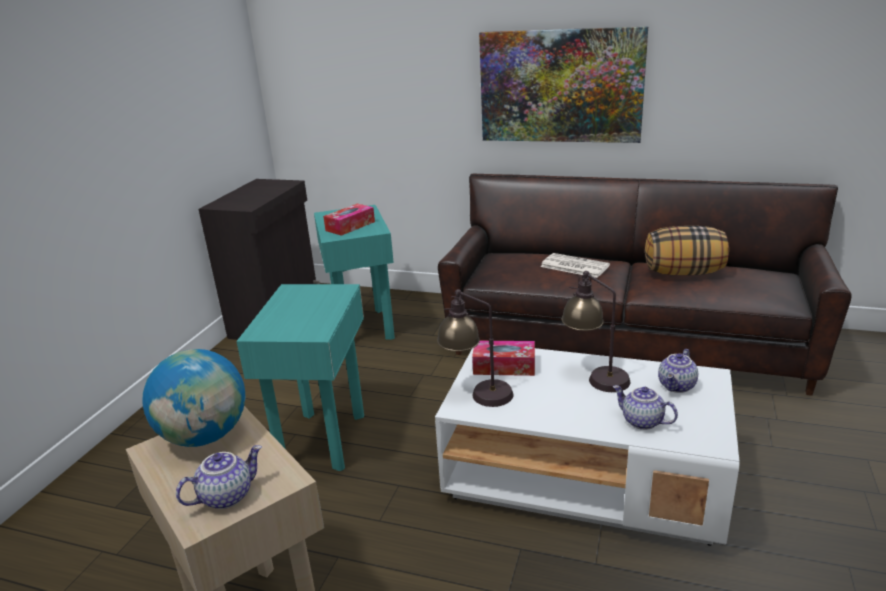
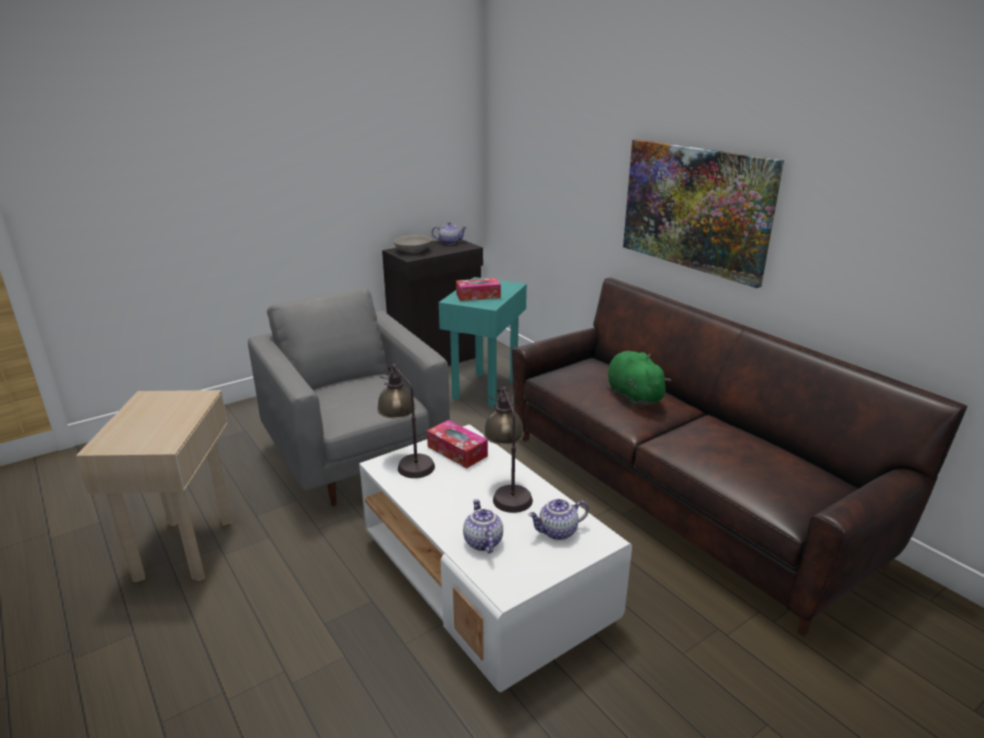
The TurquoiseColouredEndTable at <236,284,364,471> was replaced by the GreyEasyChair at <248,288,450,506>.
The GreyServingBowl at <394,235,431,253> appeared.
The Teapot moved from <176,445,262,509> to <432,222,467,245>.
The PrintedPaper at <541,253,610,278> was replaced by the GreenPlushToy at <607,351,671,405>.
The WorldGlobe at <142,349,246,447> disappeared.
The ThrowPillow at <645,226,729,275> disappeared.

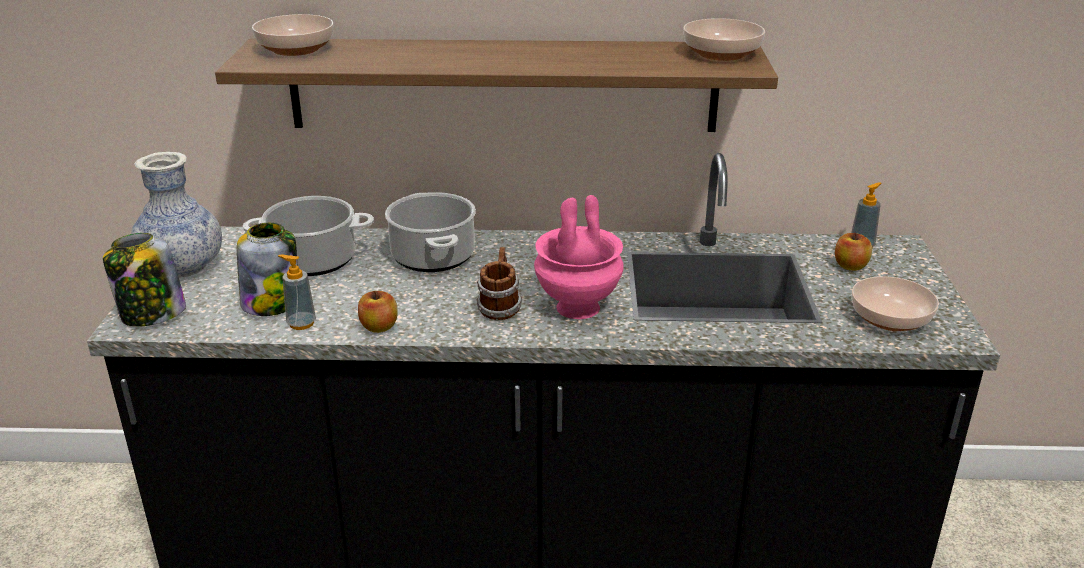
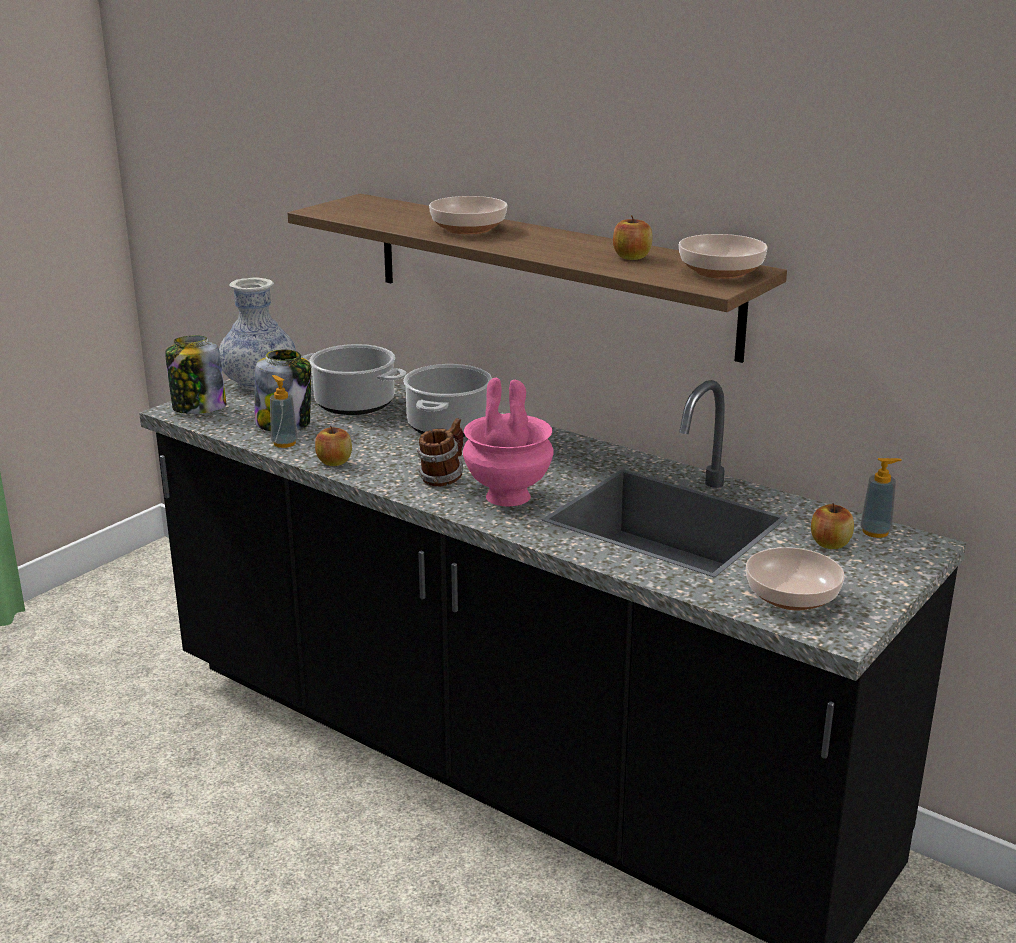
The ServingBowl moved from <252,14,333,56> to <429,196,507,234>.
The Apple at <613,215,652,260> appeared.

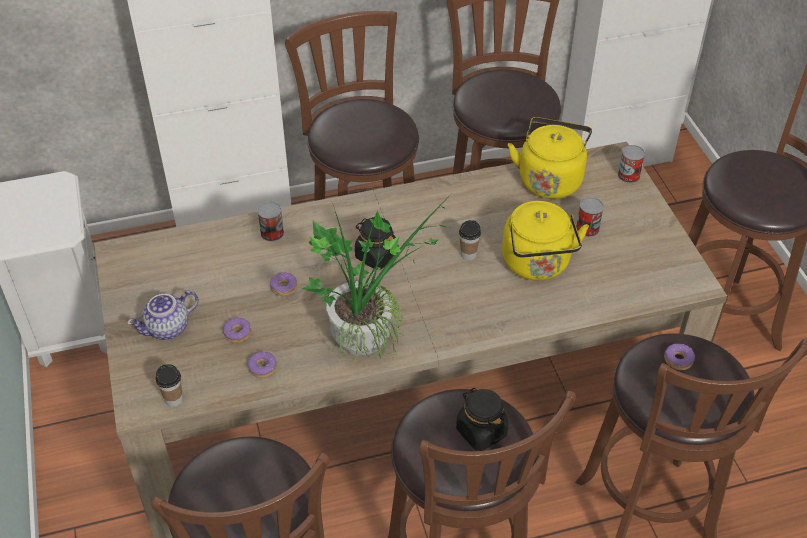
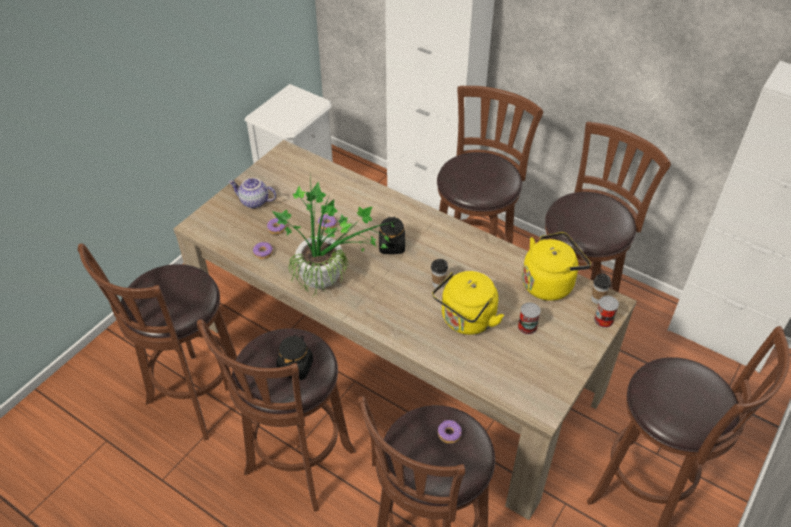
The DrinkingCup moved from <156,364,183,407> to <592,273,611,304>.
The MetalCan at <257,202,284,242> disappeared.

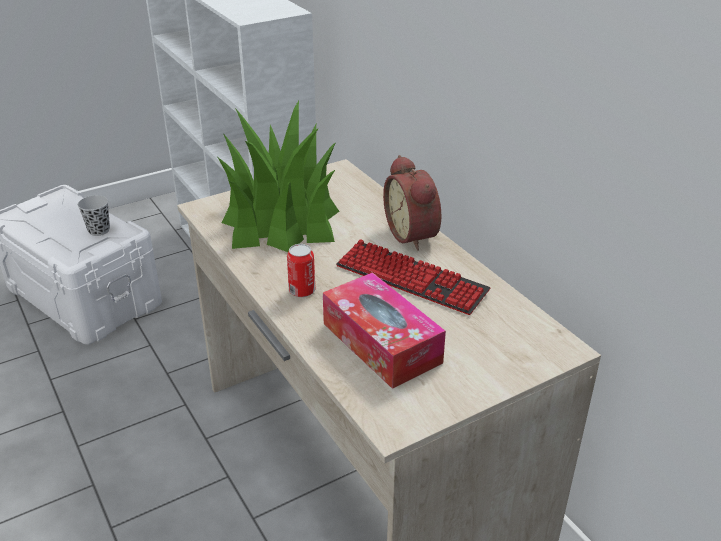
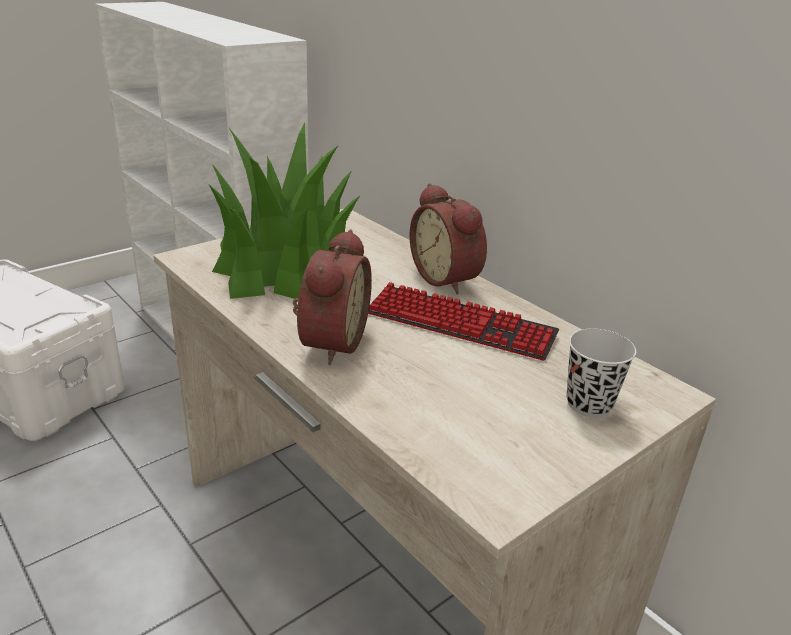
The MetalCan at <287,244,315,297> was replaced by the AlarmClock at <293,229,372,365>.
The BlackishDrinkingCup moved from <78,195,110,236> to <567,329,636,418>.
The TissueBox at <323,272,446,389> disappeared.

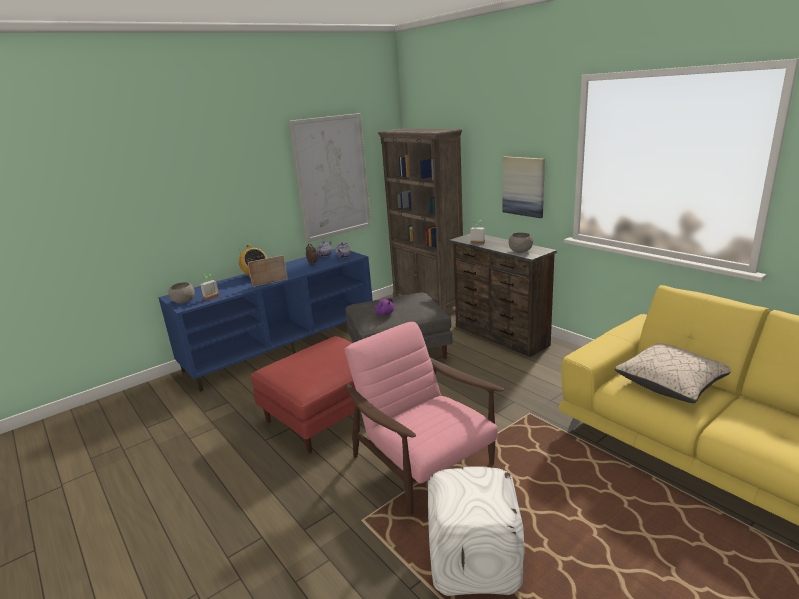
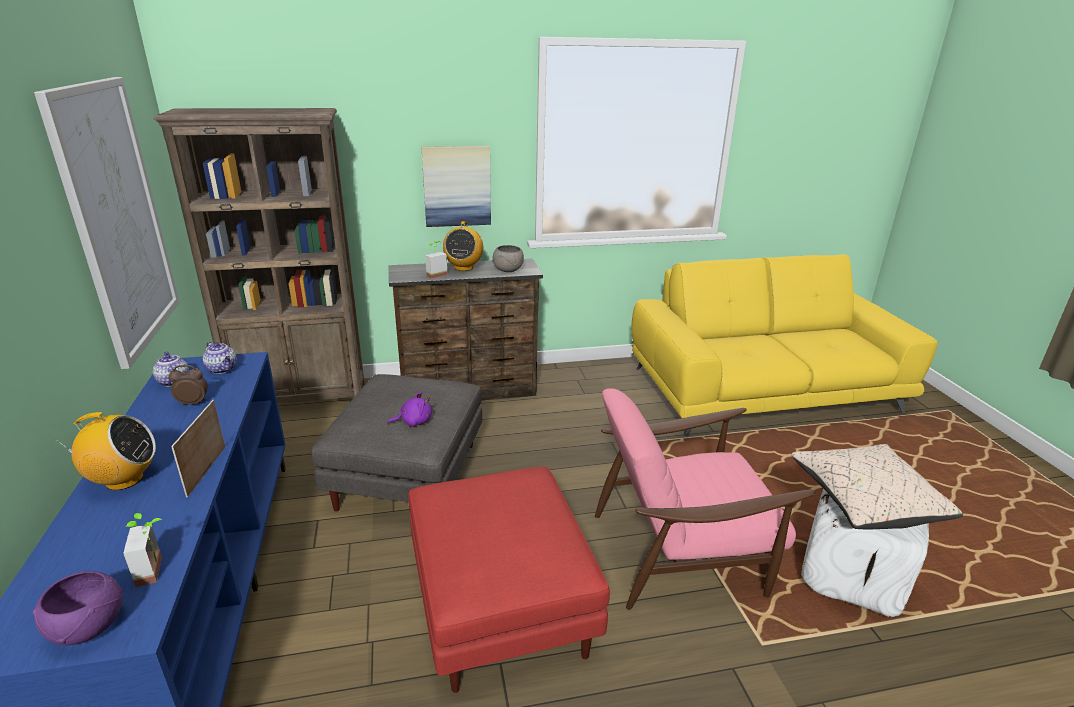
The GreyServingBowl at <168,282,195,304> became the PurpleColouredServingBowl at <33,571,123,645>.
The RadioSet at <443,221,483,271> appeared.
The SandColouredThrowPillow moved from <615,343,731,403> to <792,444,963,529>.

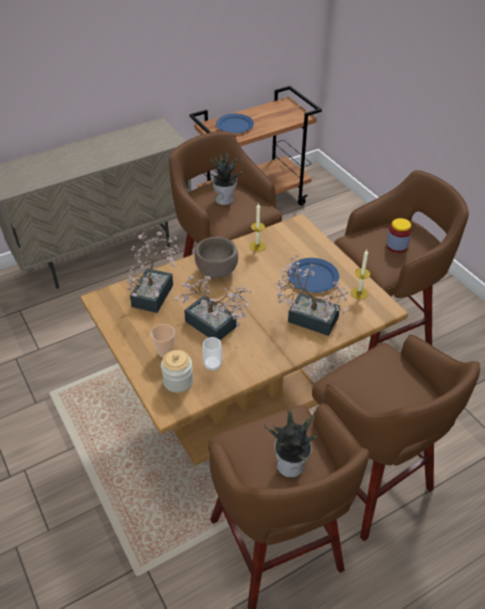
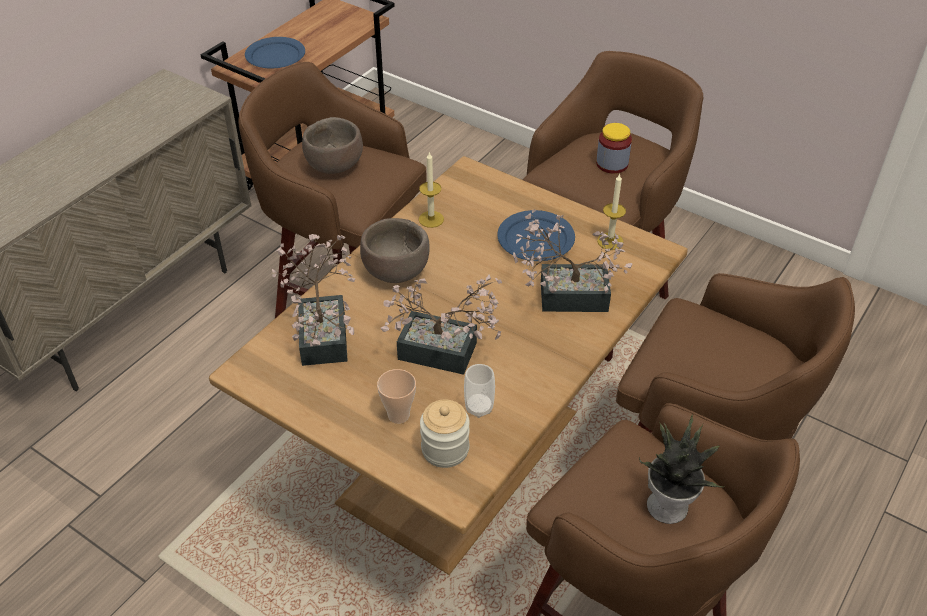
The PlantInAPot at <209,152,245,205> was replaced by the BrownColouredServingBowl at <302,117,363,174>.

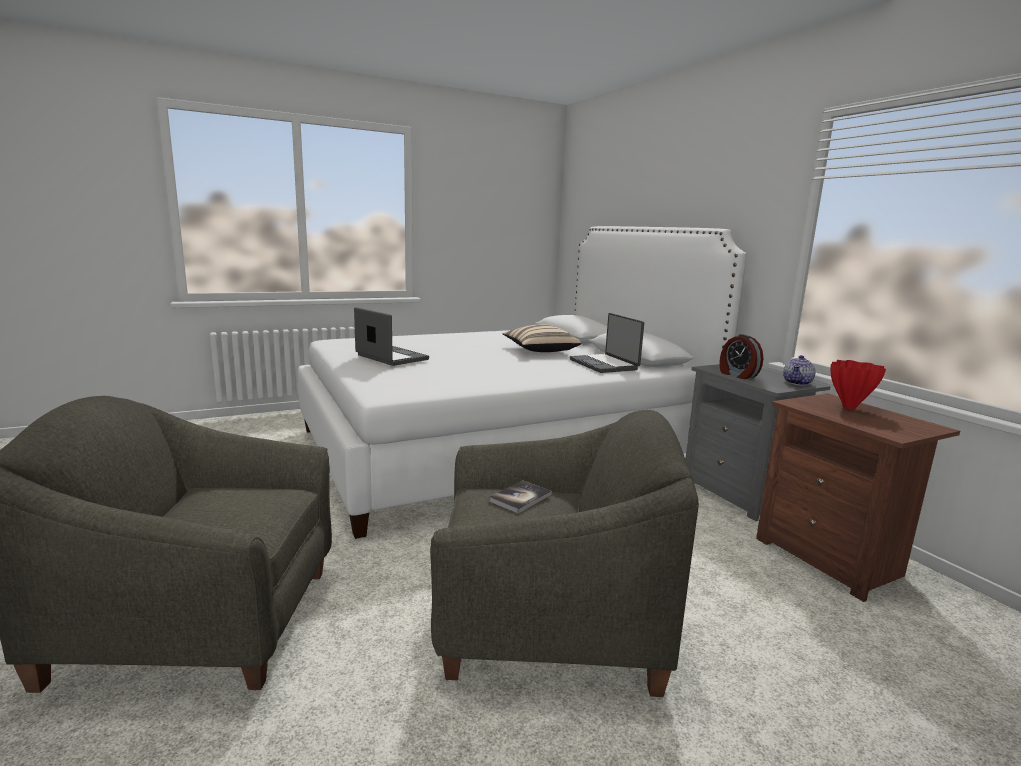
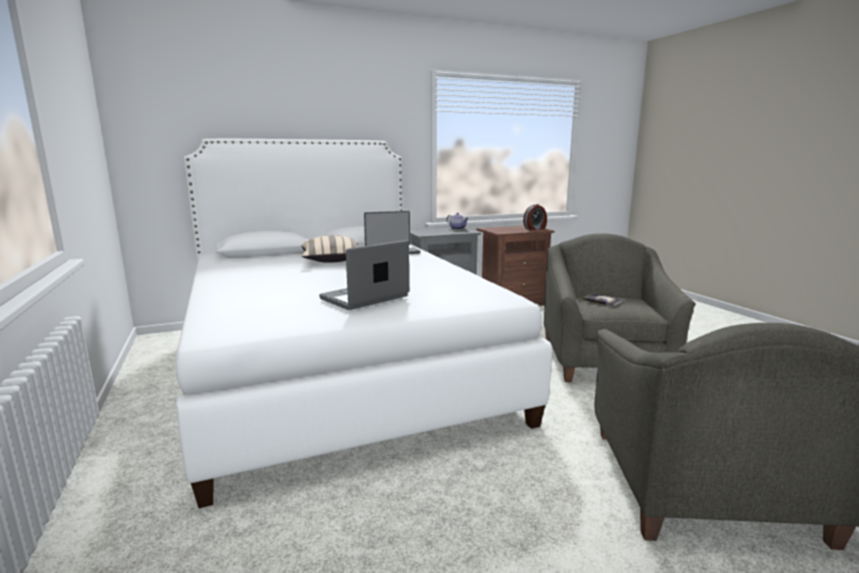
The AlarmClock moved from <719,334,763,379> to <523,204,547,230>.
The ReddishVase at <831,360,886,410> disappeared.

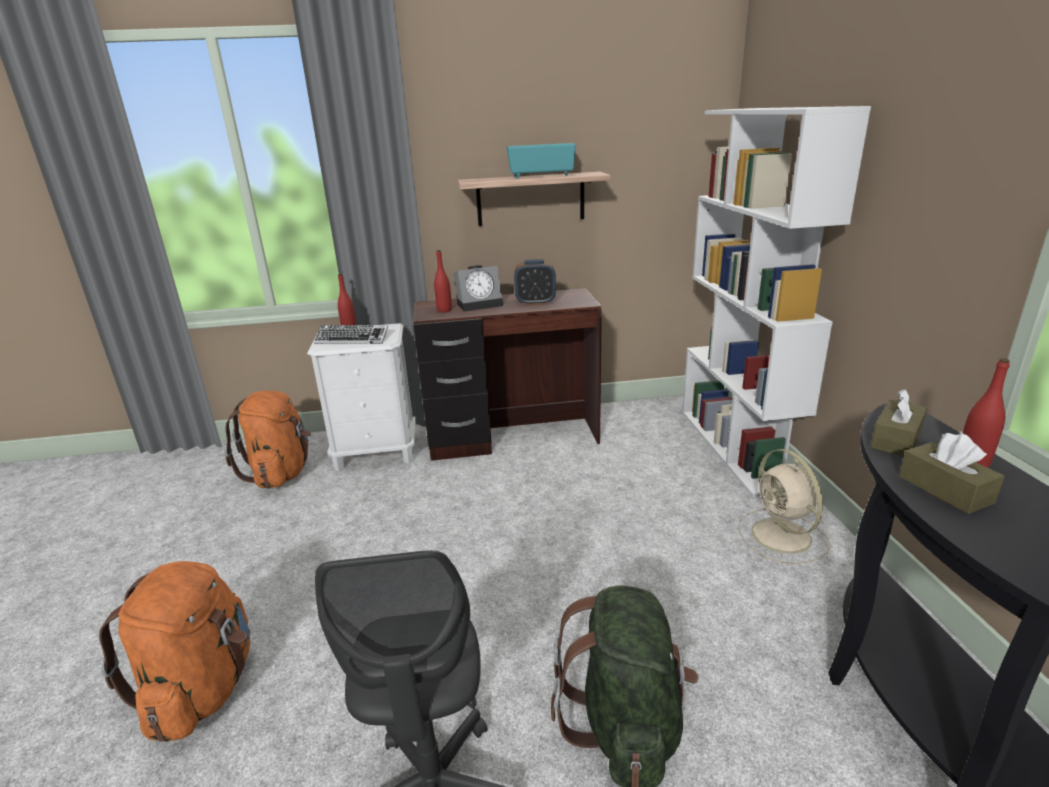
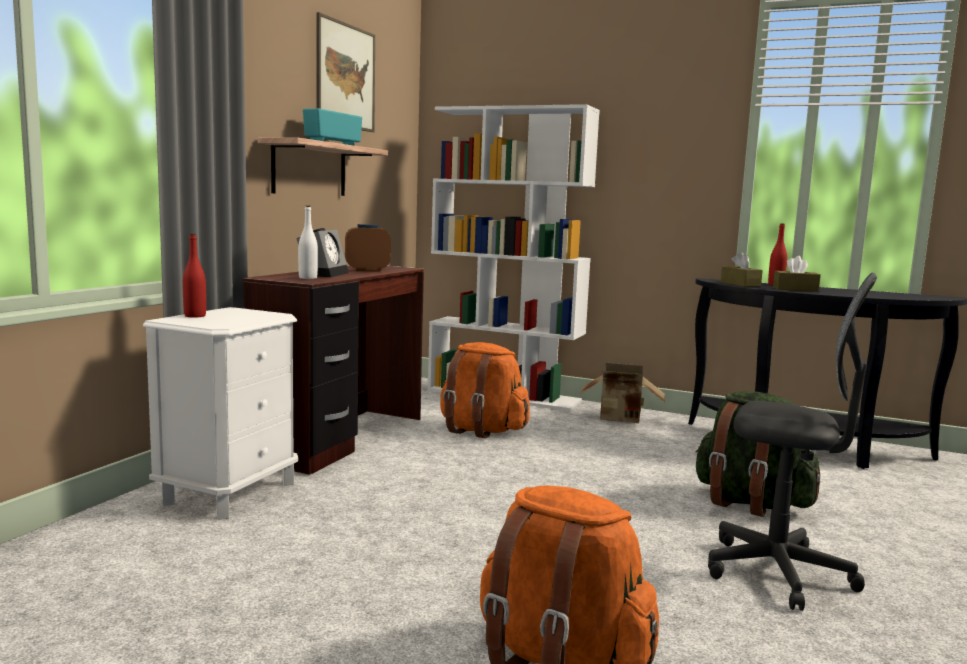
The ReddishBeverageBottle at <434,250,452,312> became the WhiteBeverageBottle at <298,205,318,279>.
The Picture at <316,12,375,132> appeared.
The AlarmClock at <514,259,556,305> turned 135 degrees counterclockwise.
The OrangeBackpack moved from <225,391,311,489> to <440,342,530,438>.
The SandColouredElectricFan at <738,449,831,564> was replaced by the Carton at <580,363,665,423>.
The Keyboard at <314,325,388,344> disappeared.

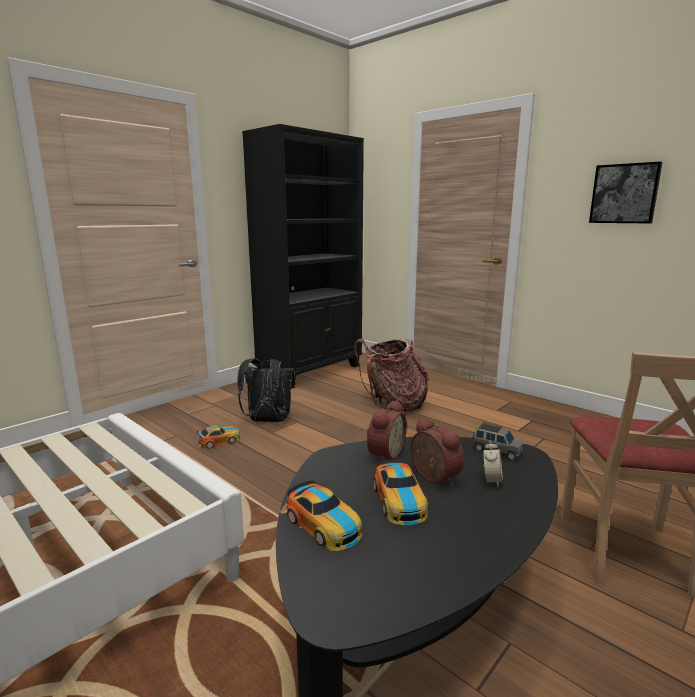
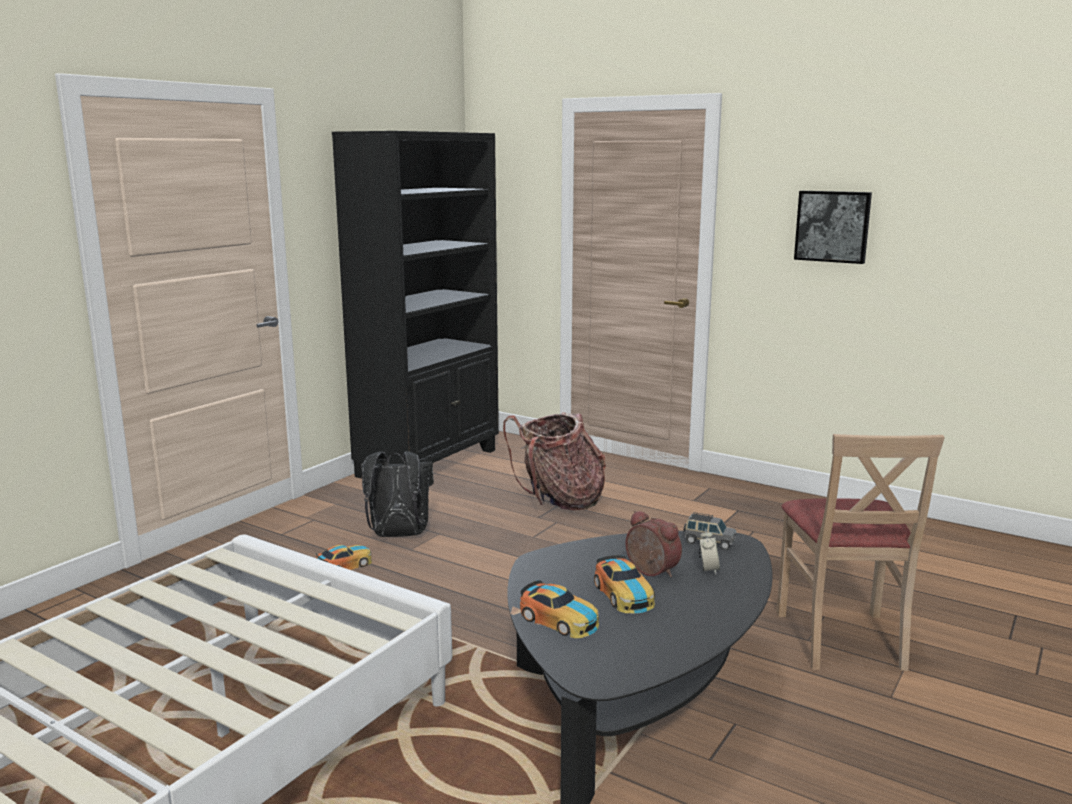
The AlarmClock at <367,400,407,461> disappeared.

